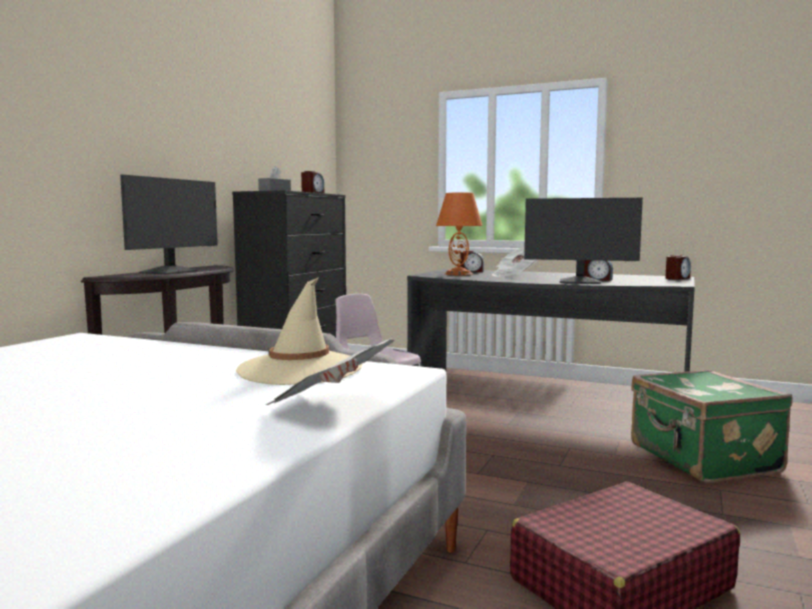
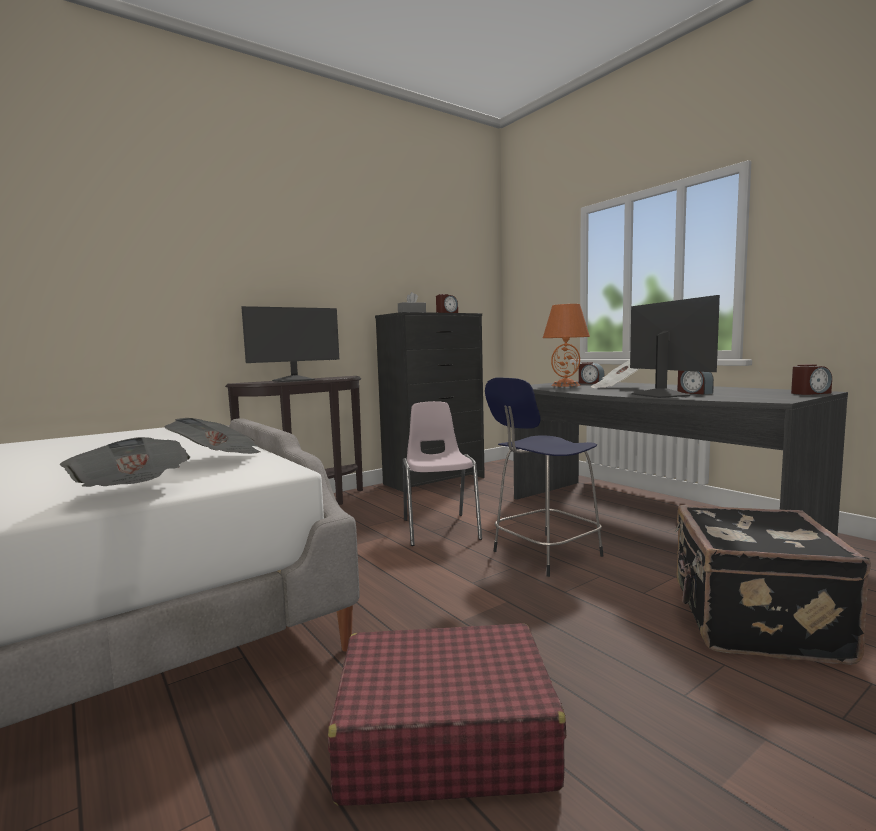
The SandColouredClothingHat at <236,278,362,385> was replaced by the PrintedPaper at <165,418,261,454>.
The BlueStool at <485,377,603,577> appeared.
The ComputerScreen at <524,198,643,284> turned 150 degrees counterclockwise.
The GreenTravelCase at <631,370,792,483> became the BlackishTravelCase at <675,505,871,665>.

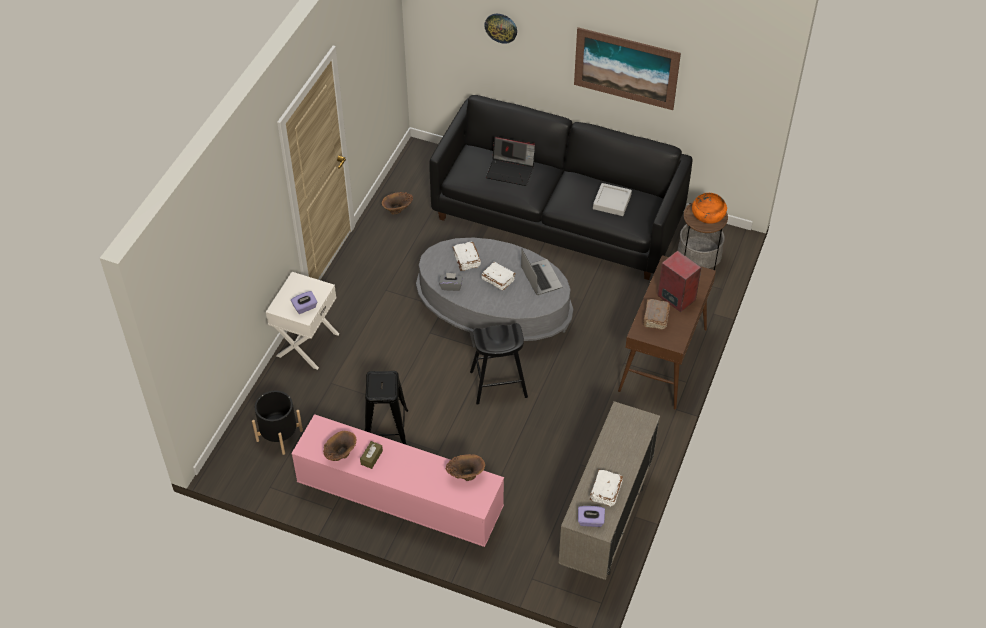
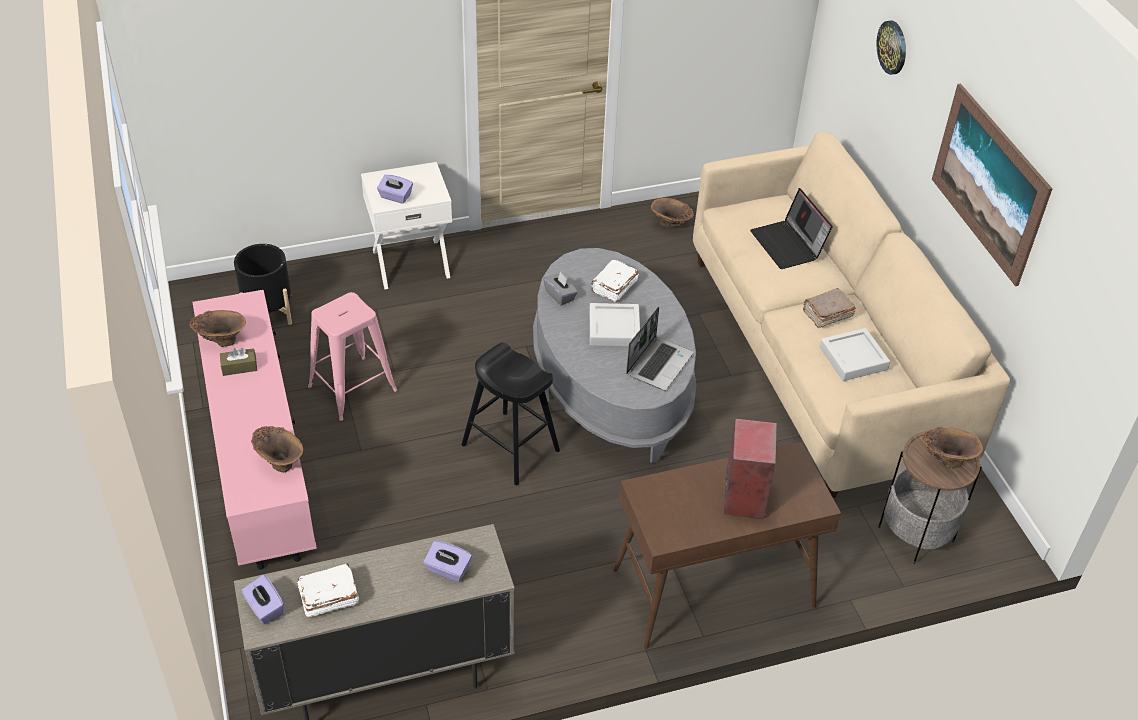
The BlackishStool at <365,371,408,445> became the PinkishStool at <308,292,397,421>.
The PurpleColouredTissueBox at <424,541,472,582> appeared.
The WhiteBoundBook at <481,262,516,290> was replaced by the GreyCarryingTray at <589,303,640,346>.
The BlackishSofa at <430,95,693,280> became the SandColouredSofa at <693,131,1010,498>.
The BrownColouredBoundBook moved from <643,299,670,330> to <803,288,856,328>.
The OrangeServingBowl at <692,193,727,224> was replaced by the BrownColouredVase at <922,427,983,468>.

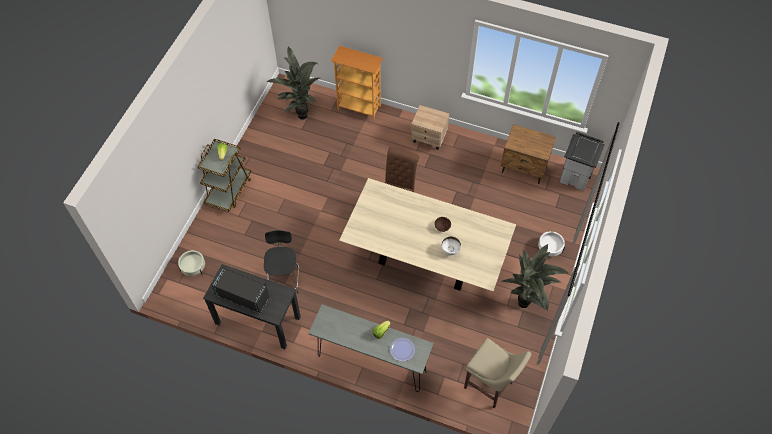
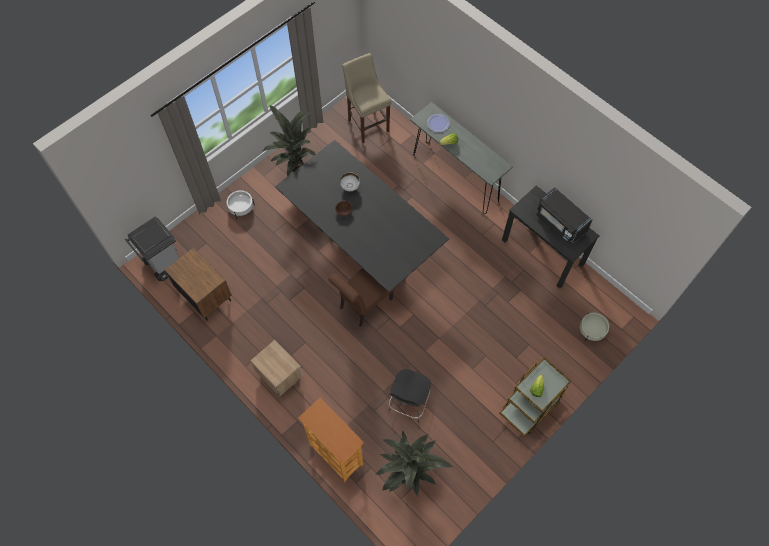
The SandColouredDinnerTable at <339,178,516,292> became the BlackishDinnerTable at <275,140,449,292>.
The BlackishStool moved from <264,230,299,293> to <389,369,431,422>.

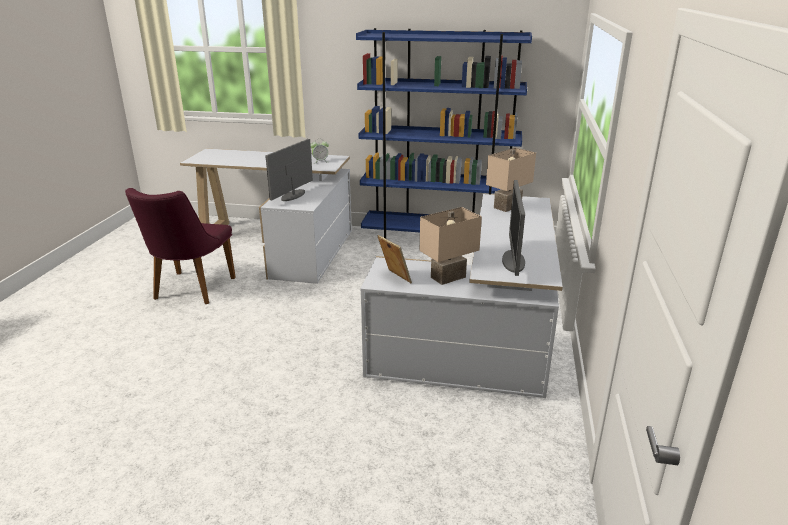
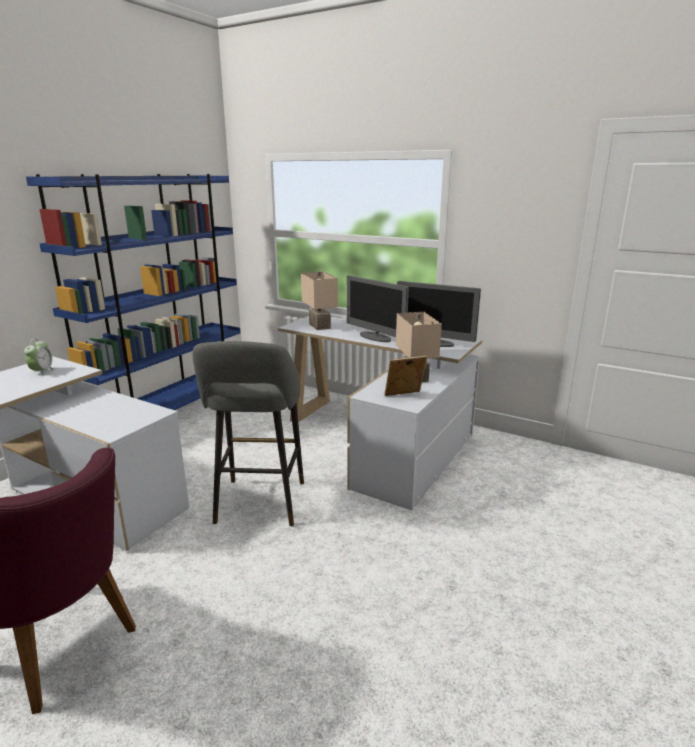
The GreyStool at <192,341,304,526> appeared.
The ComputerScreen moved from <265,139,313,201> to <347,275,409,342>.

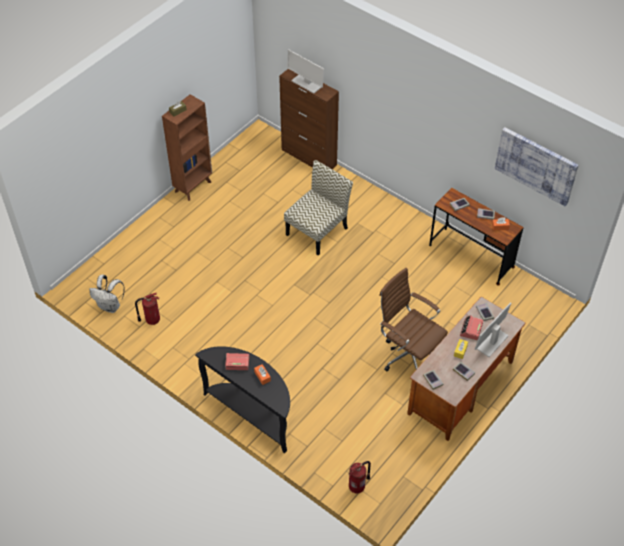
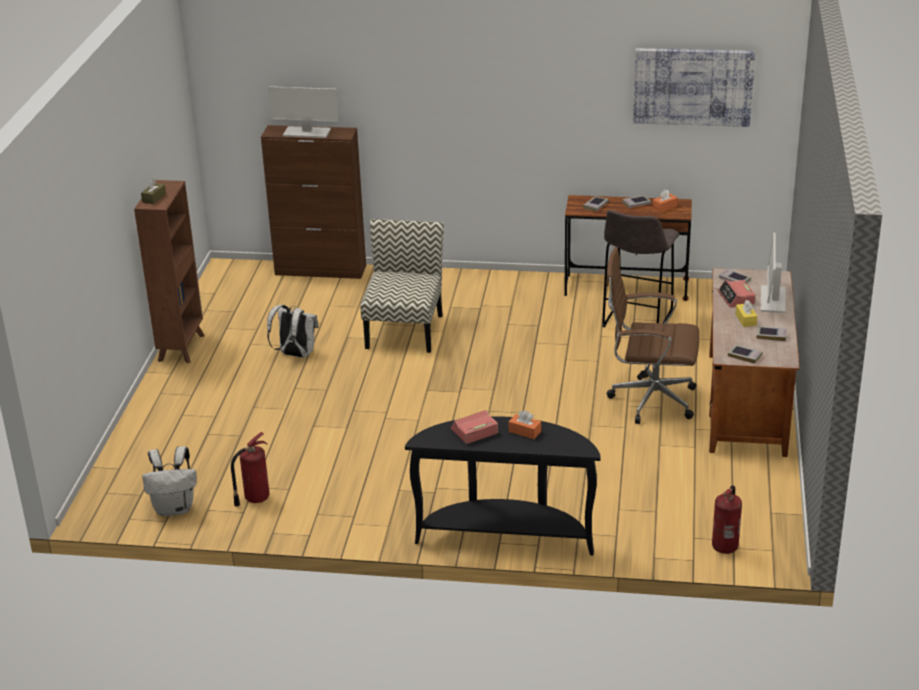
The WhiteBackpack at <267,305,319,358> appeared.
The GreyStool at <602,210,680,327> appeared.

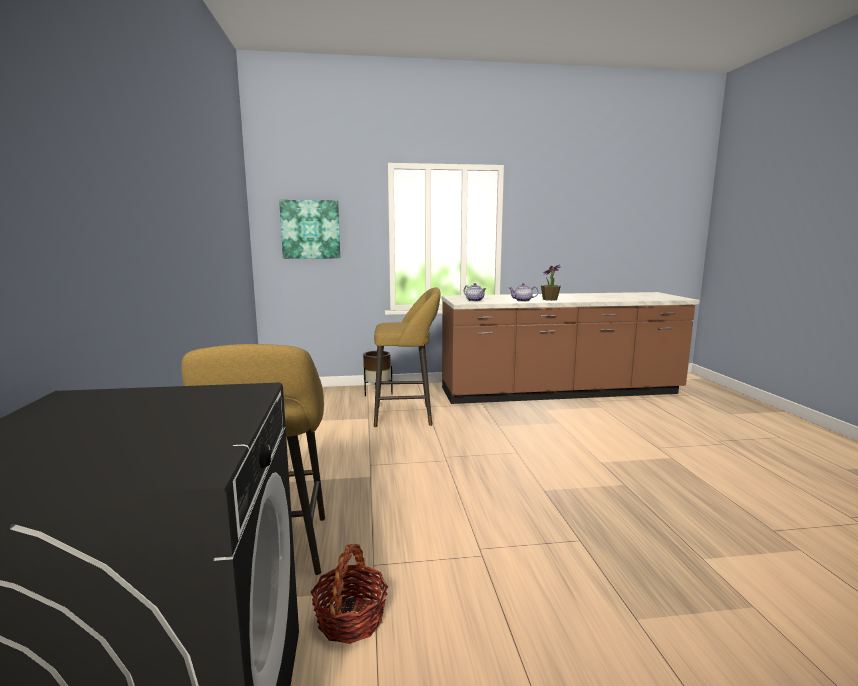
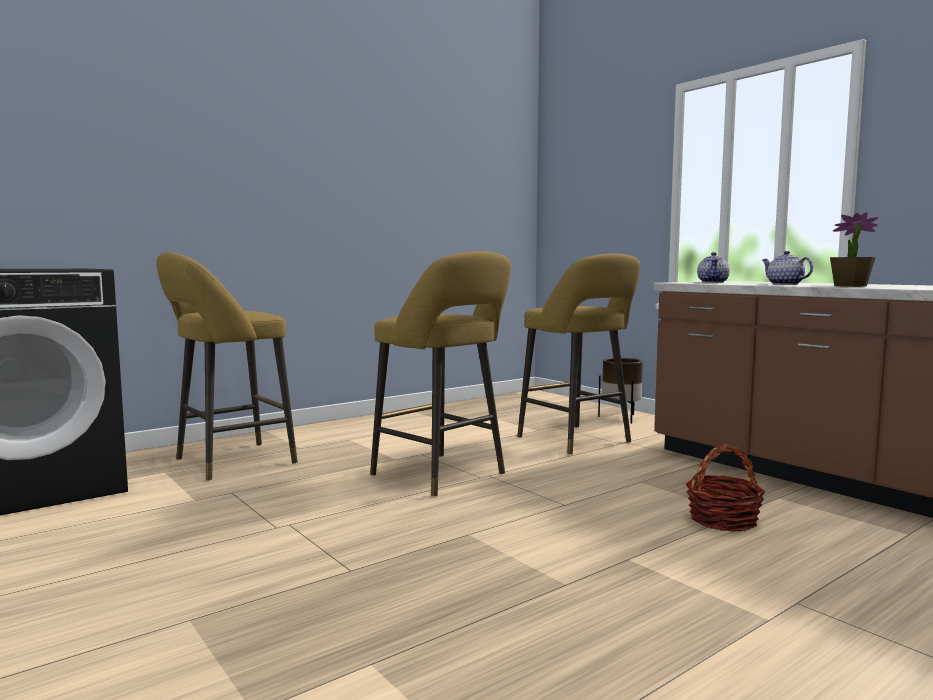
The YellowColouredStool at <370,251,511,496> appeared.
The StorageBasket moved from <311,544,388,644> to <686,444,765,531>.
The Picture at <279,200,340,259> disappeared.

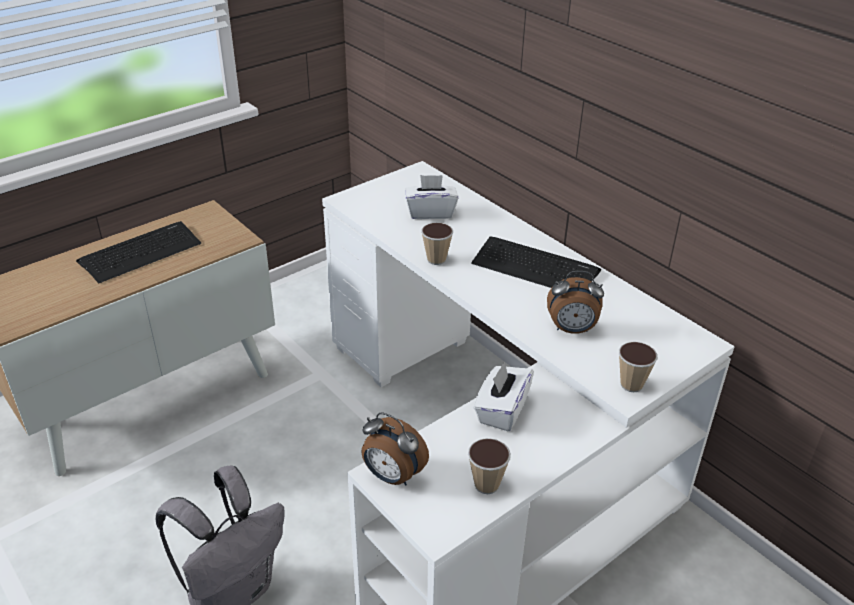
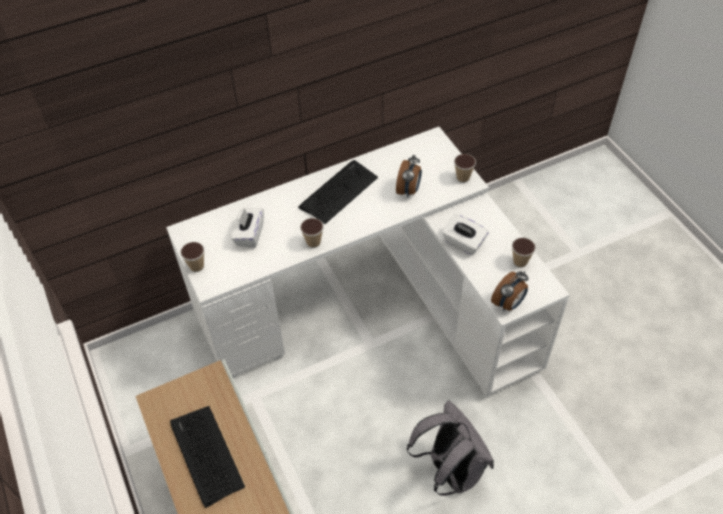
The DrinkingCup at <180,242,204,272> appeared.

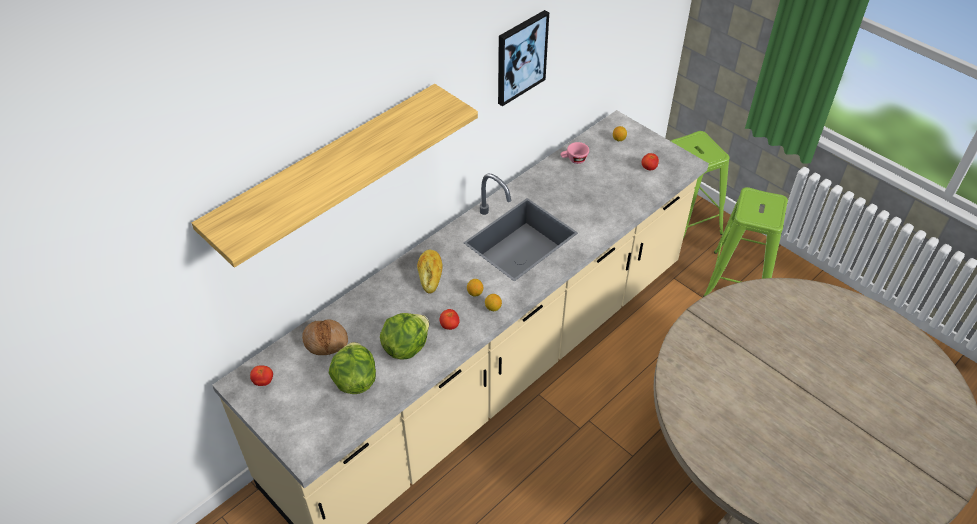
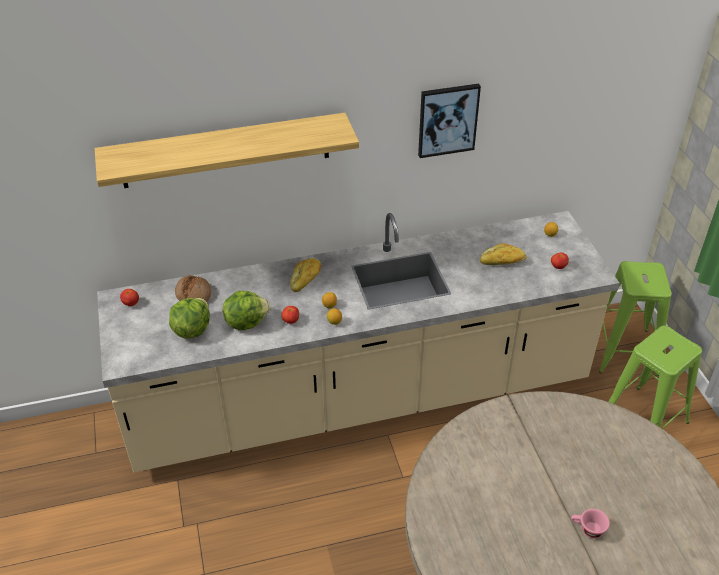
The BakeryBread at <480,243,527,265> appeared.
The PinkishDrinkingCup moved from <561,142,589,164> to <571,509,610,538>.

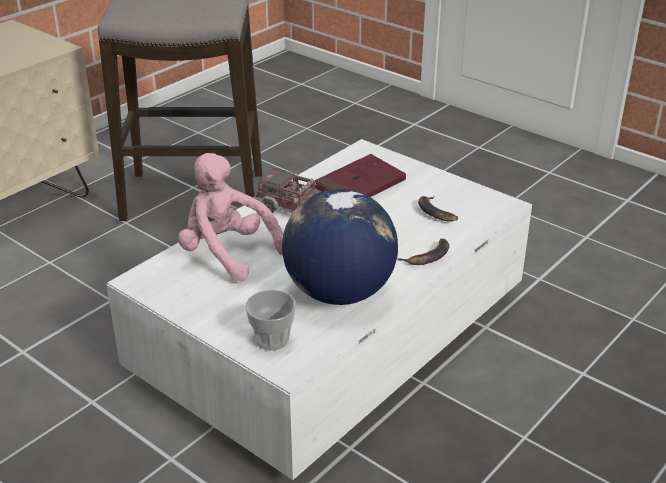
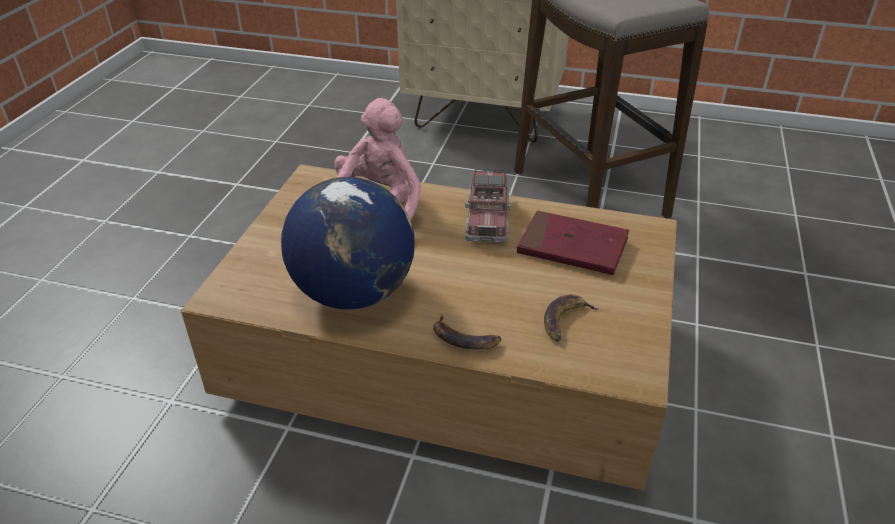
The WhiteLowTable at <107,139,532,480> became the BrownColouredLowTable at <181,164,677,491>.
The DrinkingCup at <245,290,296,351> disappeared.

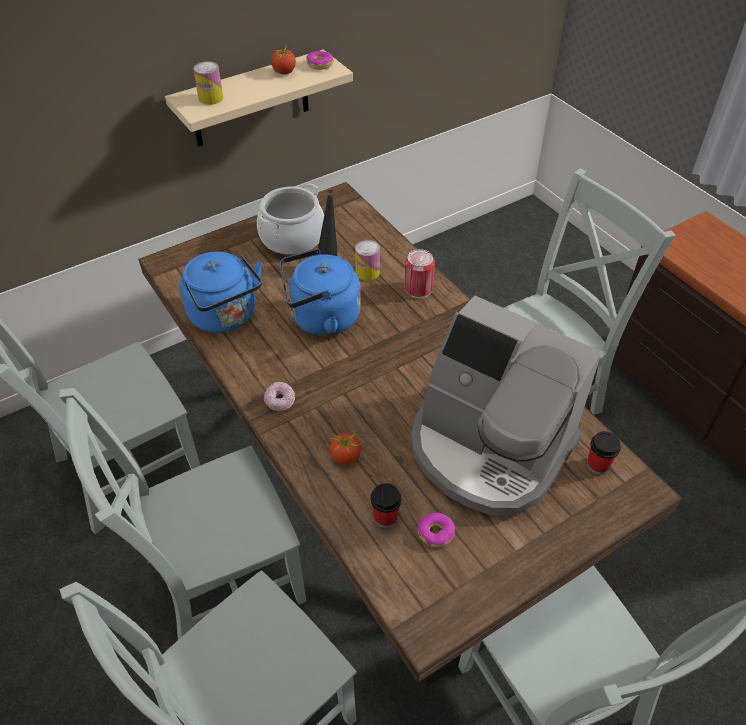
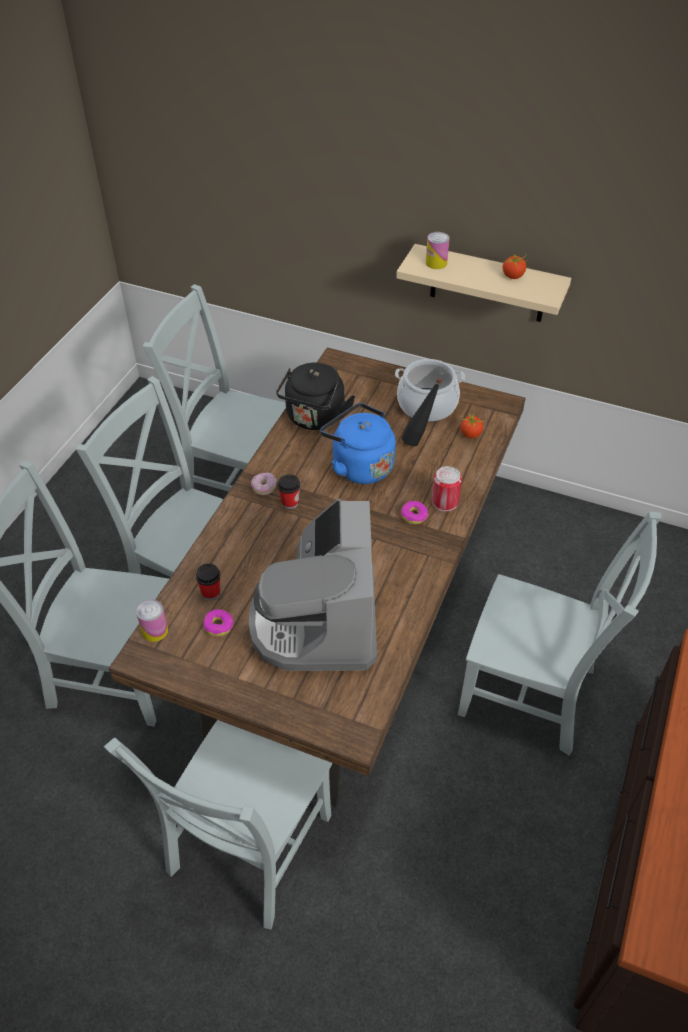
The MetalCan moved from <355,240,380,281> to <136,599,168,642>.
The BlueTeaKettle at <180,252,262,333> became the BlackishTeaKettle at <276,363,355,430>.
The DrinkingCup moved from <587,431,621,475> to <278,474,300,509>.
The Doughnut moved from <306,51,334,70> to <401,501,428,524>.
The WholeTomato moved from <330,431,362,465> to <460,414,483,438>.

